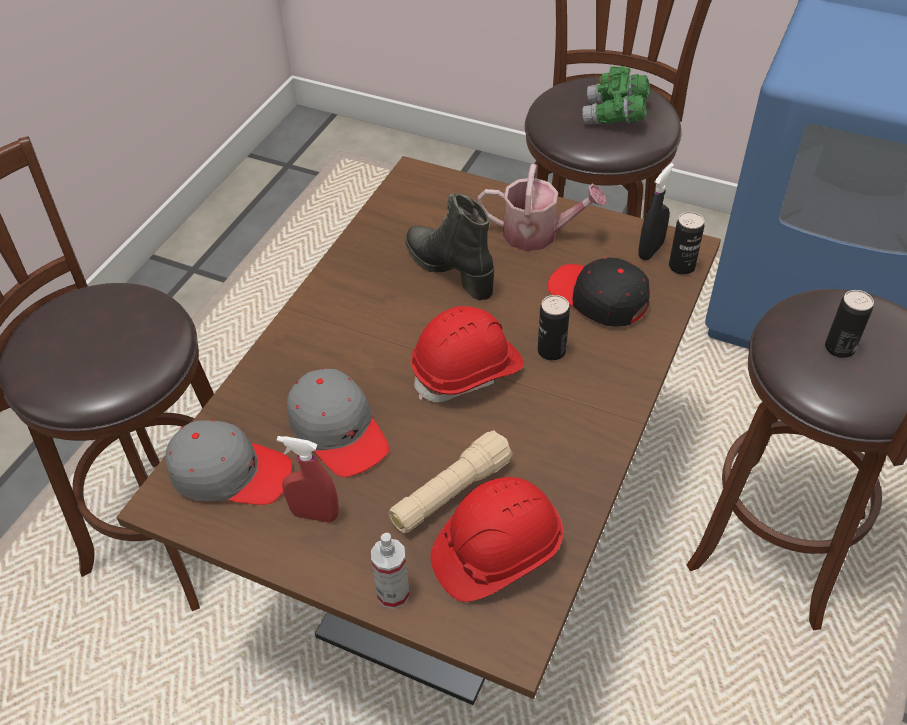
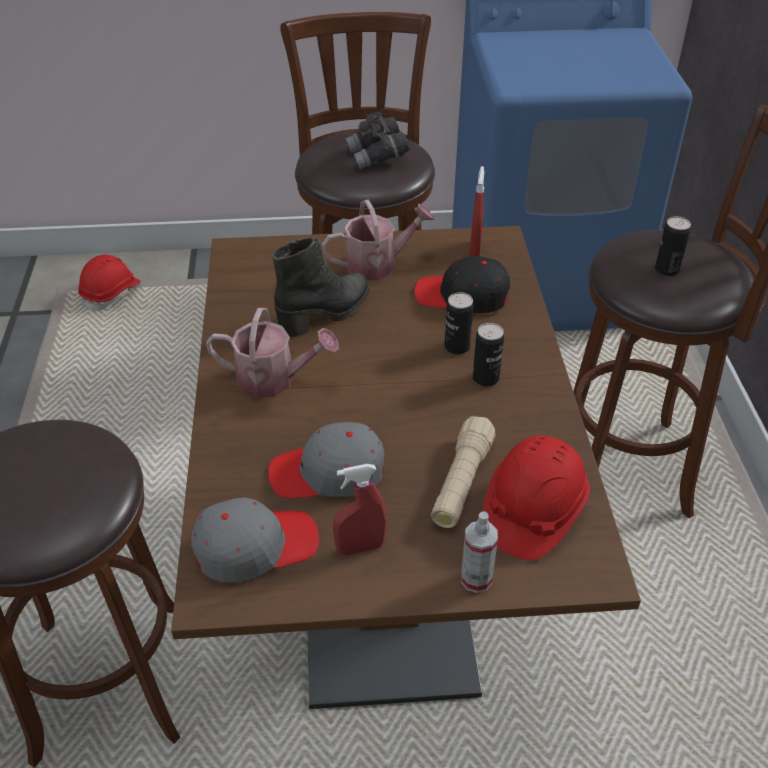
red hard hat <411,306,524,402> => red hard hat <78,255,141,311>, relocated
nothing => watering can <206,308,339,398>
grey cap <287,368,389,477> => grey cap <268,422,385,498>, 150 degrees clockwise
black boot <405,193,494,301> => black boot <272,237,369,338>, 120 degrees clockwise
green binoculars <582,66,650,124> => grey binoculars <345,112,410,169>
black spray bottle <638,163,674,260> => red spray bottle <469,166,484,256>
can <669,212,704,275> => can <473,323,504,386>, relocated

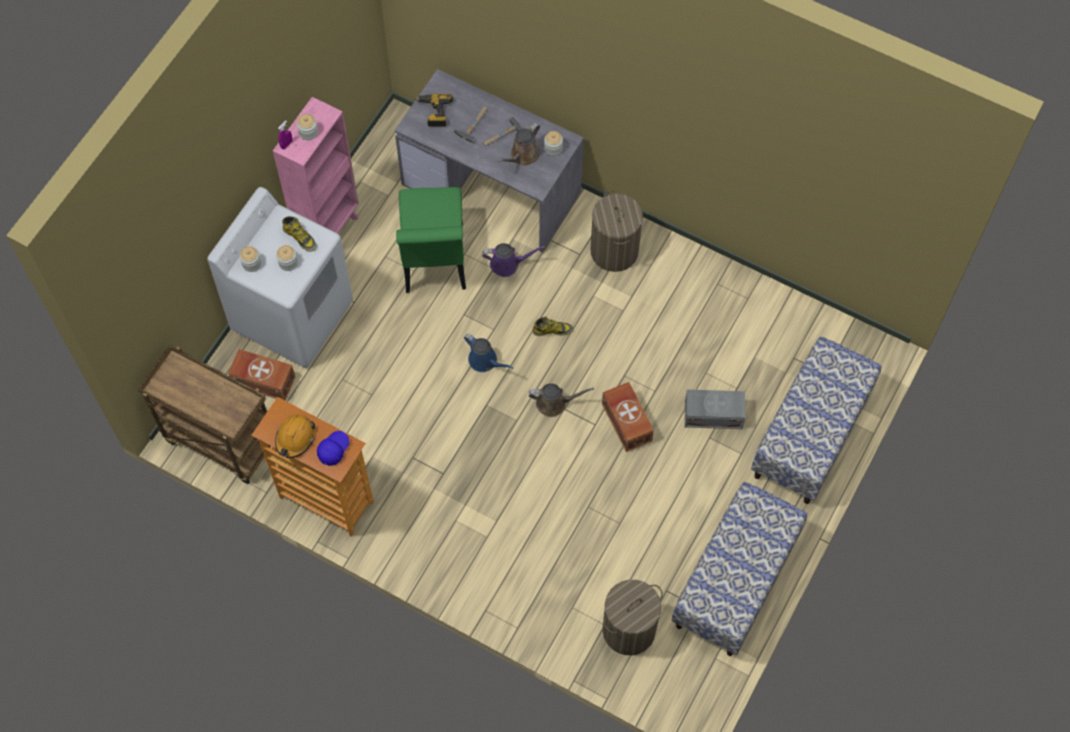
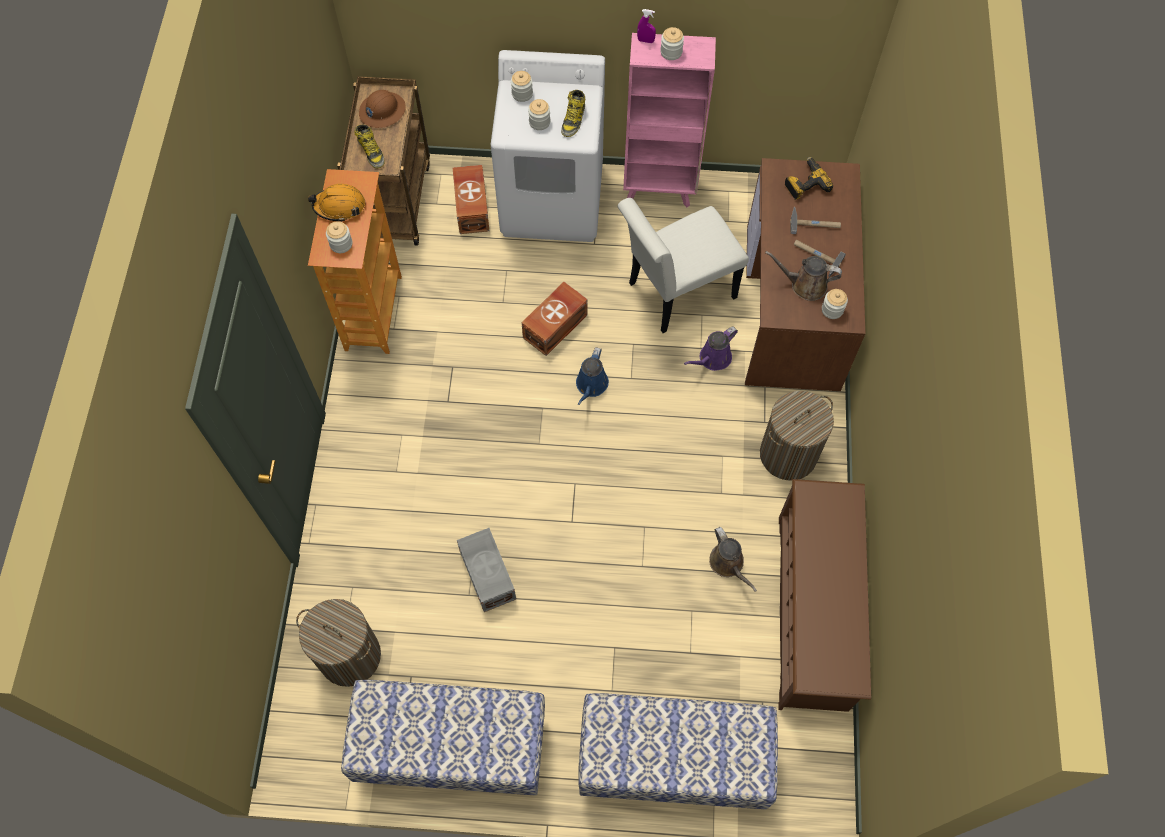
blue cap <317,431,350,466> => jar <326,221,352,253>
boot <532,316,573,336> => boot <354,124,385,168>, relocated
nothing => brown hard hat <359,90,406,128>
grey storage box <685,389,745,429> => grey storage box <457,528,516,612>, relocated
brown storage box <602,382,654,452> => brown storage box <522,282,588,356>, relocated
green chair <396,187,466,293> => white chair <617,198,749,333>
purple watering can <482,243,545,277> => purple watering can <684,326,738,371>, 75 degrees clockwise
brown watering can <529,383,594,417> => brown watering can <709,527,757,592>, relocated
grey desk <395,69,584,253> => brown desk <745,158,866,391>
nothing => brown shoe rack <778,479,871,712>

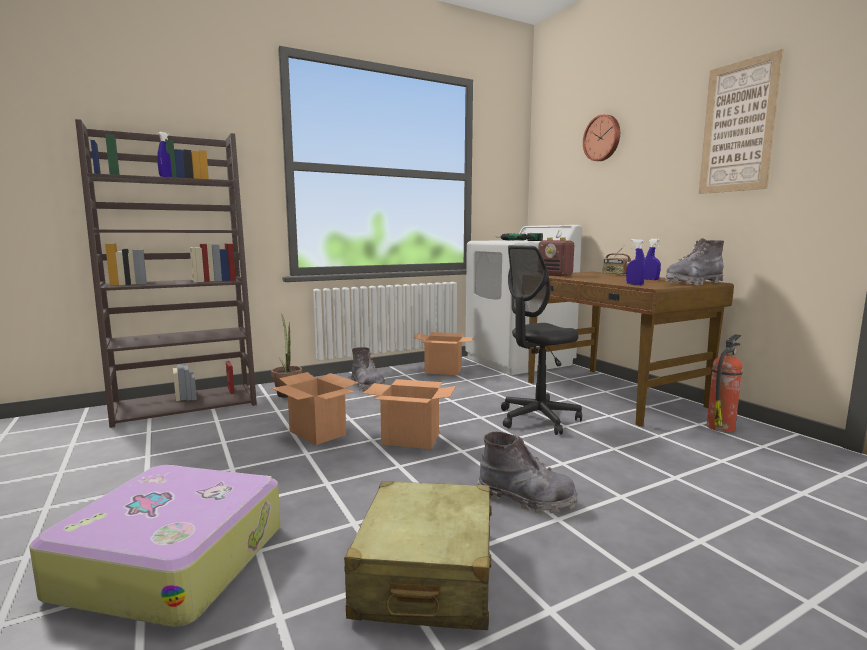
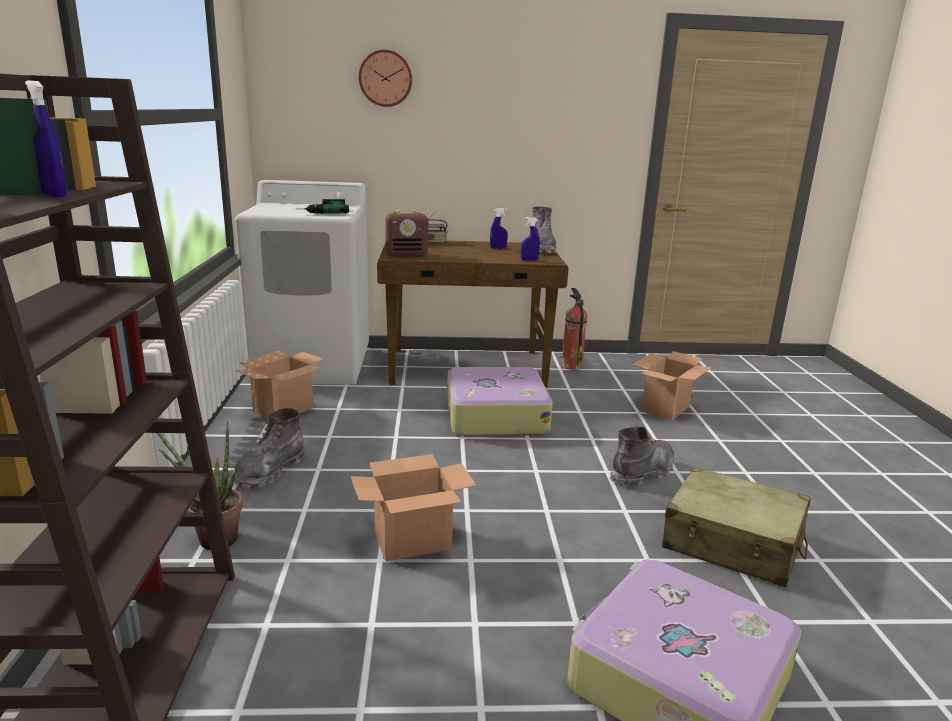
grey boot <352,347,386,391> => grey boot <234,408,306,488>, 120 degrees clockwise
black office chair <501,245,582,435> => suitcase <447,367,553,436>
cardboard box <363,379,456,449> => cardboard box <632,351,712,421>, relocated
picture <699,49,784,194> => nothing

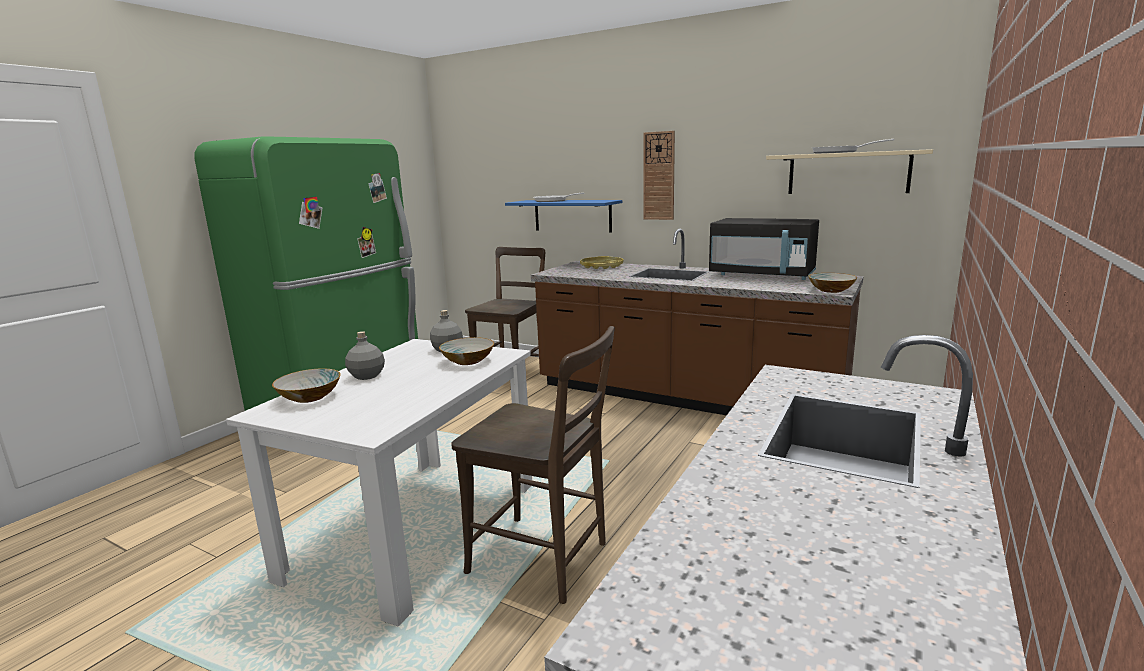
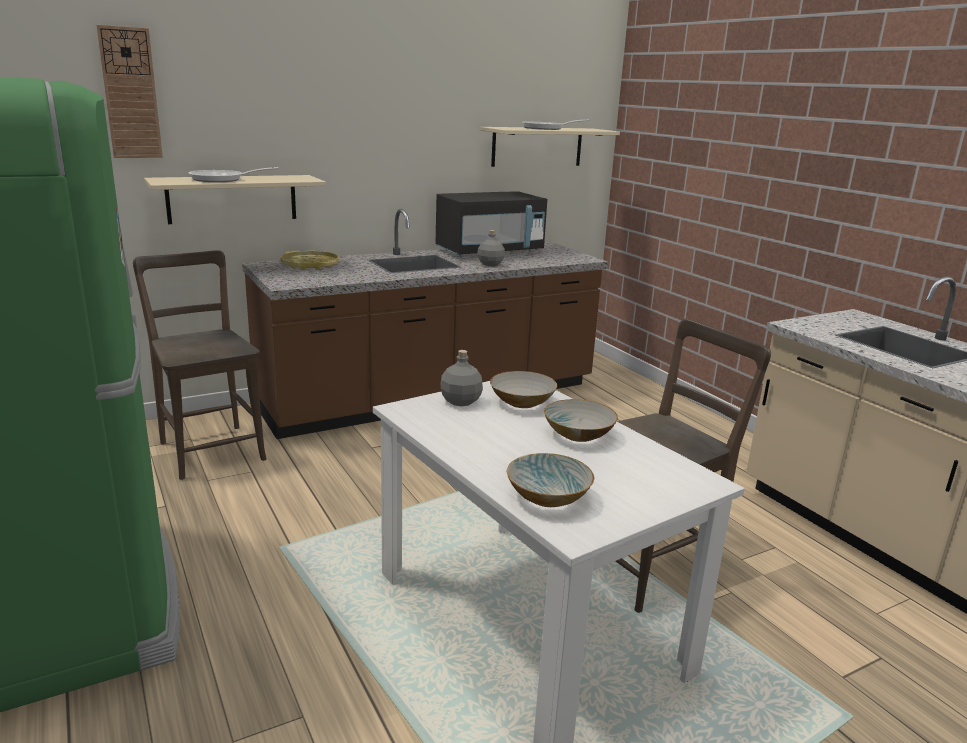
wall clock <643,131,675,220> => wall clock <97,25,163,158>, relocated
blue shelf <505,200,622,232> => beige shelf <144,175,326,224>
grey bottle <345,331,385,380> => grey bottle <477,230,505,266>, relocated
bowl <808,273,857,293> => bowl <544,399,618,442>, relocated

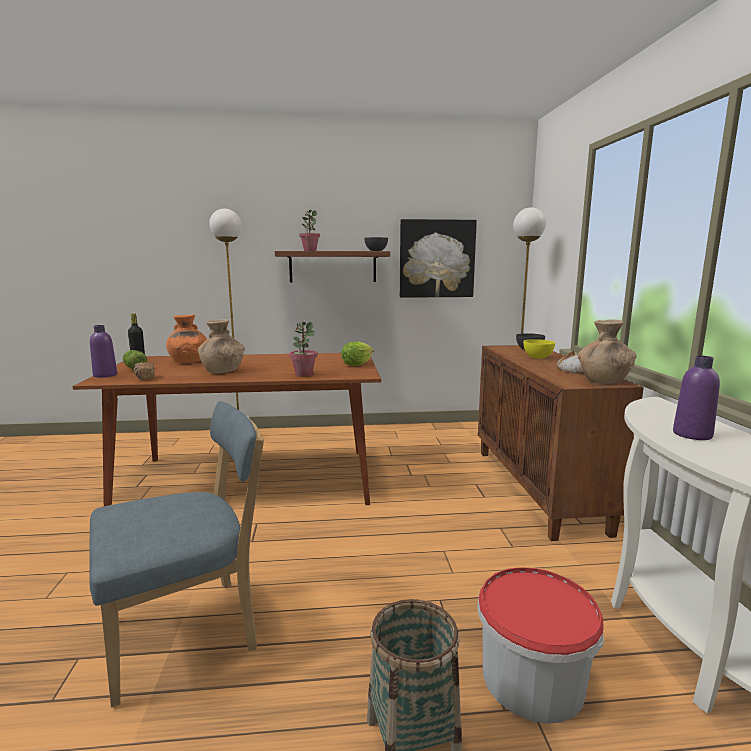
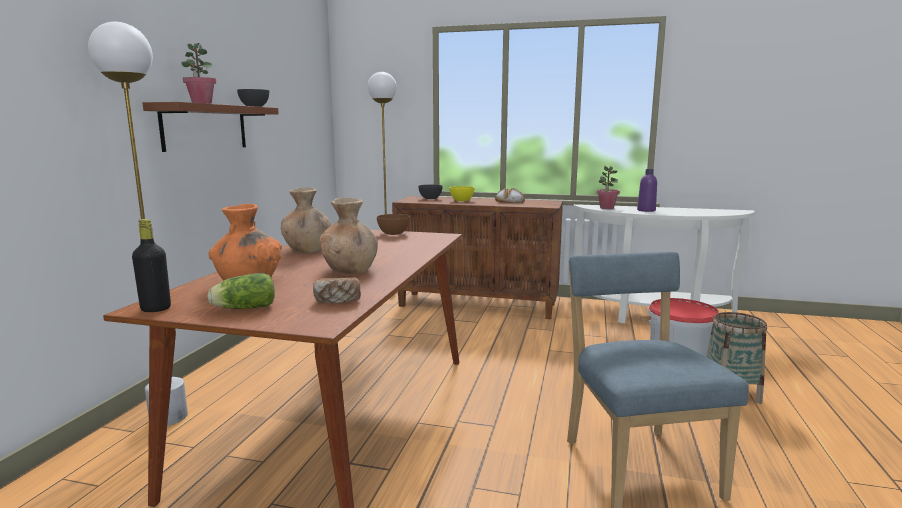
brown vase <578,320,637,384> => brown vase <281,187,331,253>, relocated
lettuce <341,342,374,366> => brown bowl <377,214,410,235>
potted plant <289,322,317,376> => potted plant <597,165,620,209>, relocated
purple bottle <90,325,117,378> => nothing
picture <400,219,477,298> => nothing

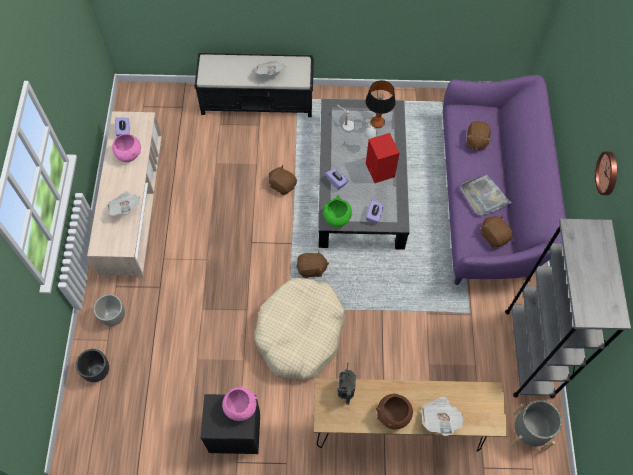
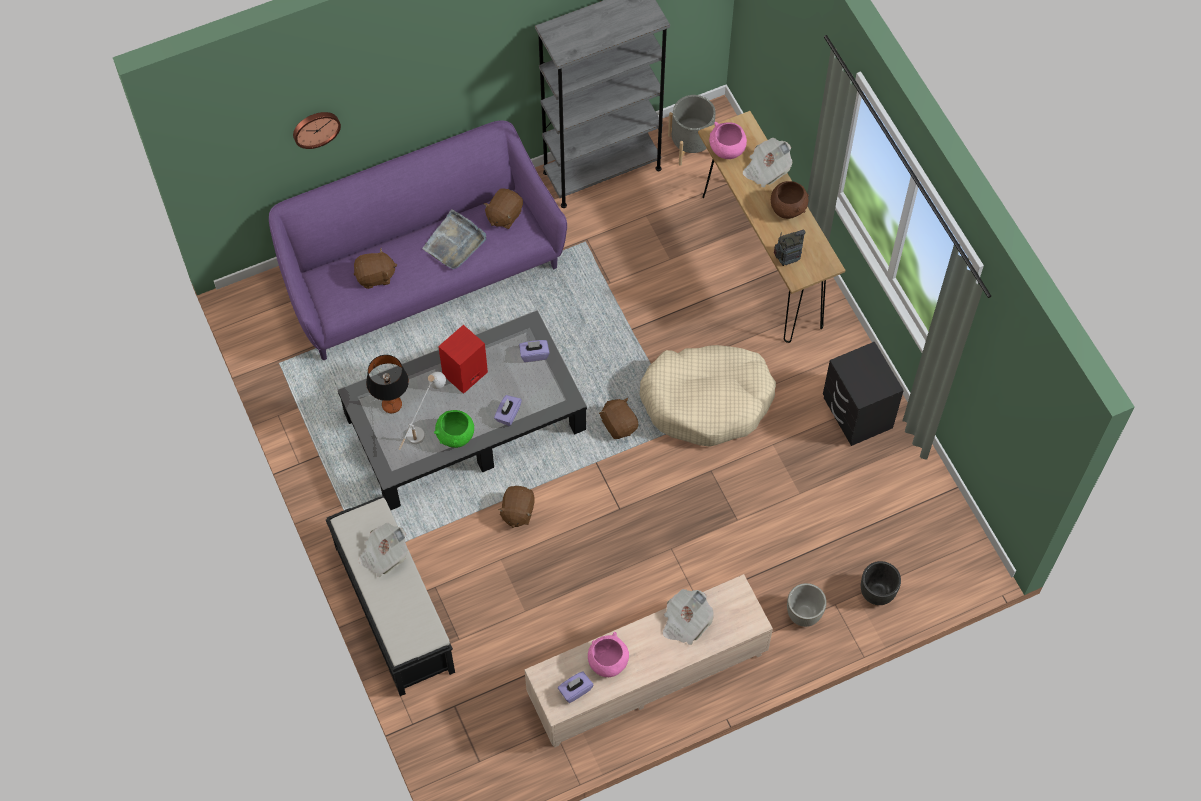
wall clock <595,152,617,195> => wall clock <293,112,341,149>, relocated
green bowl <323,195,352,227> => green bowl <434,410,474,448>, relocated
pink bowl <222,386,257,421> => pink bowl <709,122,747,159>, relocated

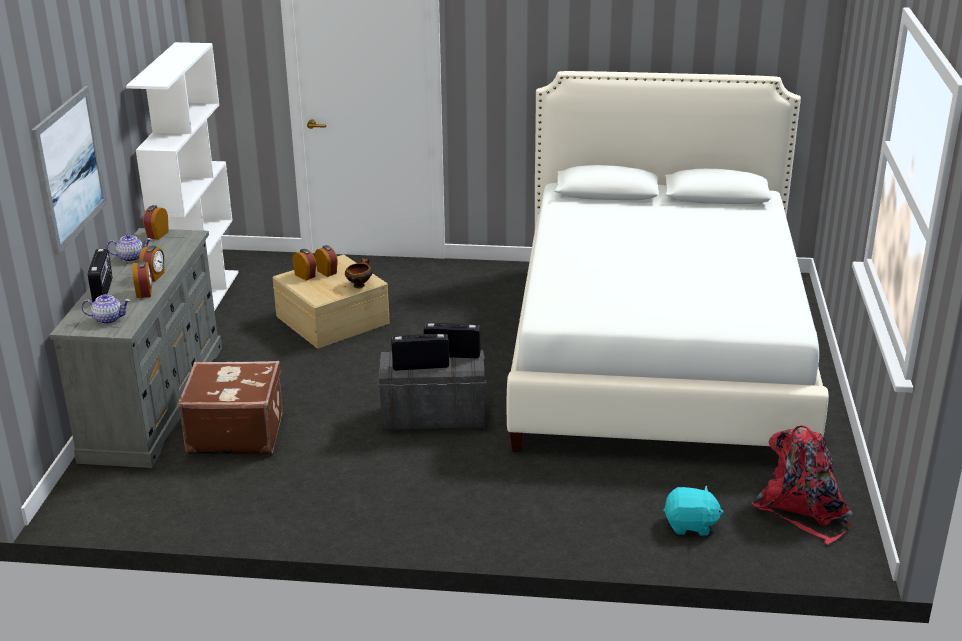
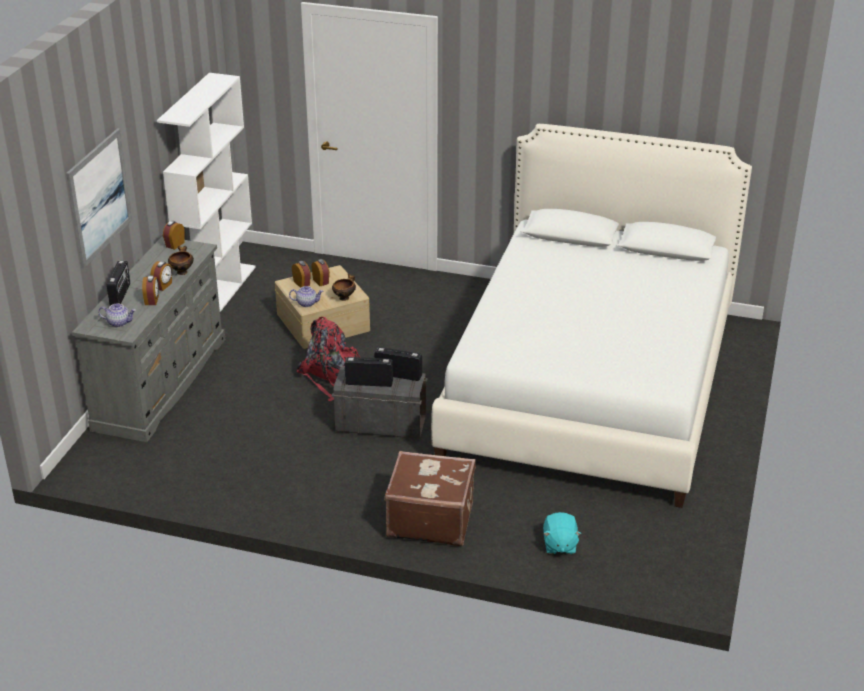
nothing => bowl <168,246,194,275>
teapot <107,234,151,262> => teapot <289,286,323,307>, relocated
red backpack <752,425,853,545> => red backpack <297,317,360,401>, relocated
brown suitcase <178,361,282,455> => brown suitcase <385,451,476,546>, relocated
turquoise plush toy <663,486,724,536> => turquoise plush toy <543,512,581,554>, 75 degrees clockwise

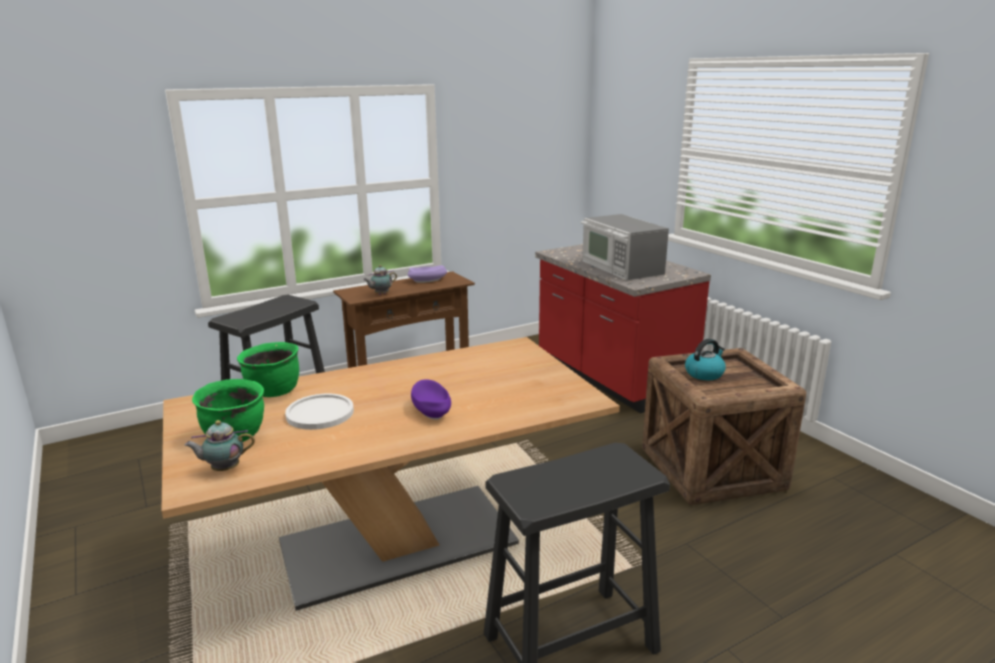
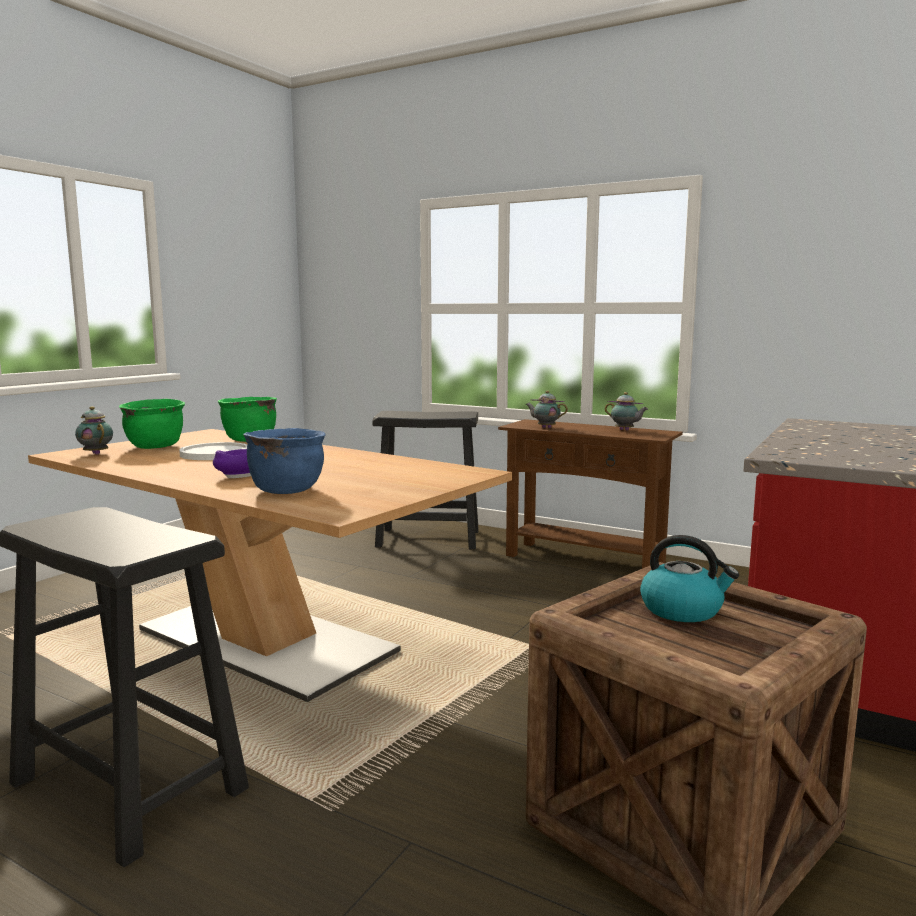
nothing => blue cooking pot <243,428,325,494>
purple bowl <408,265,447,283> => teapot <605,392,648,431>
microwave <581,214,669,281> => nothing

